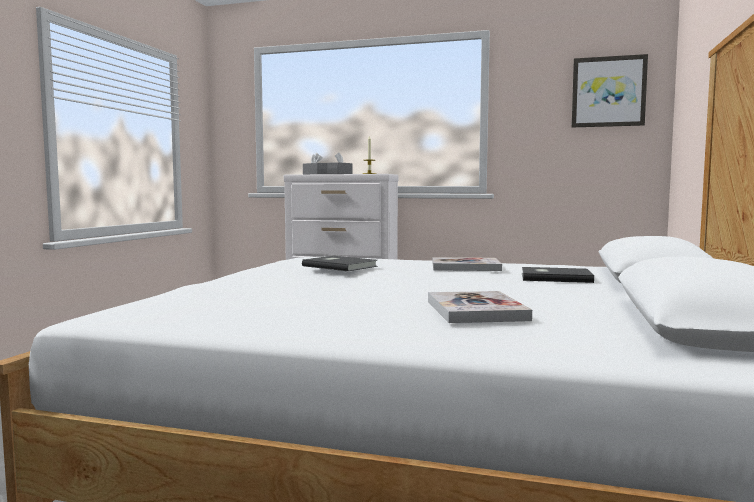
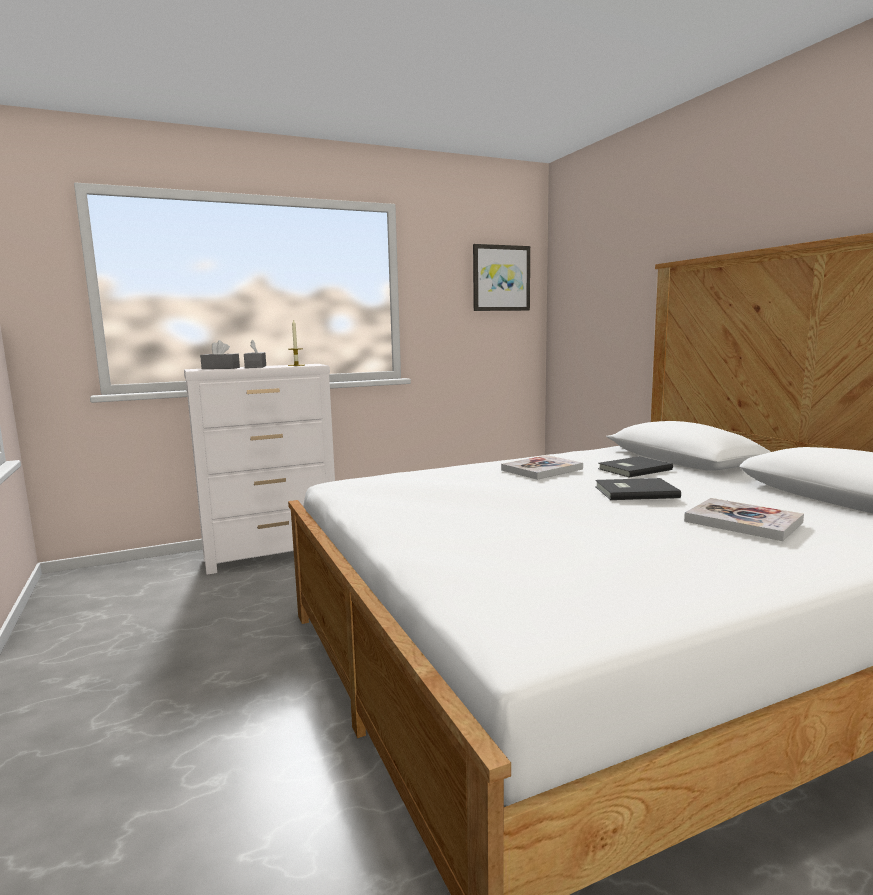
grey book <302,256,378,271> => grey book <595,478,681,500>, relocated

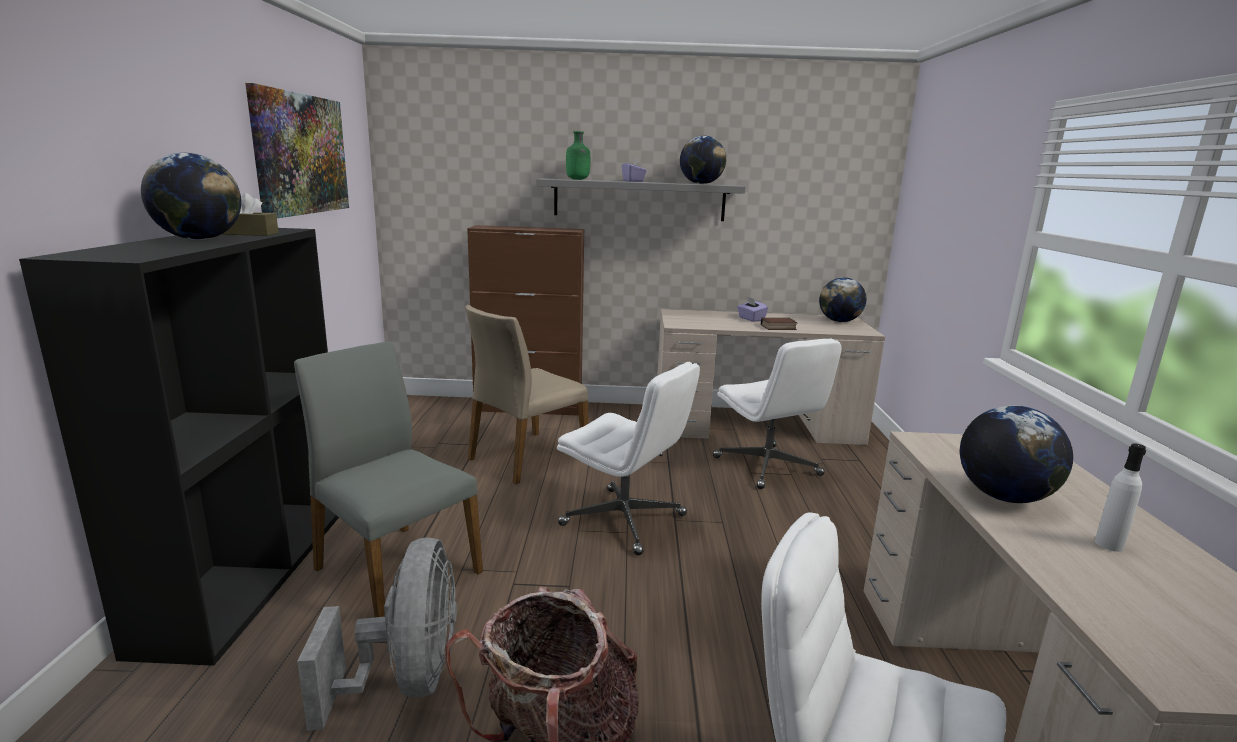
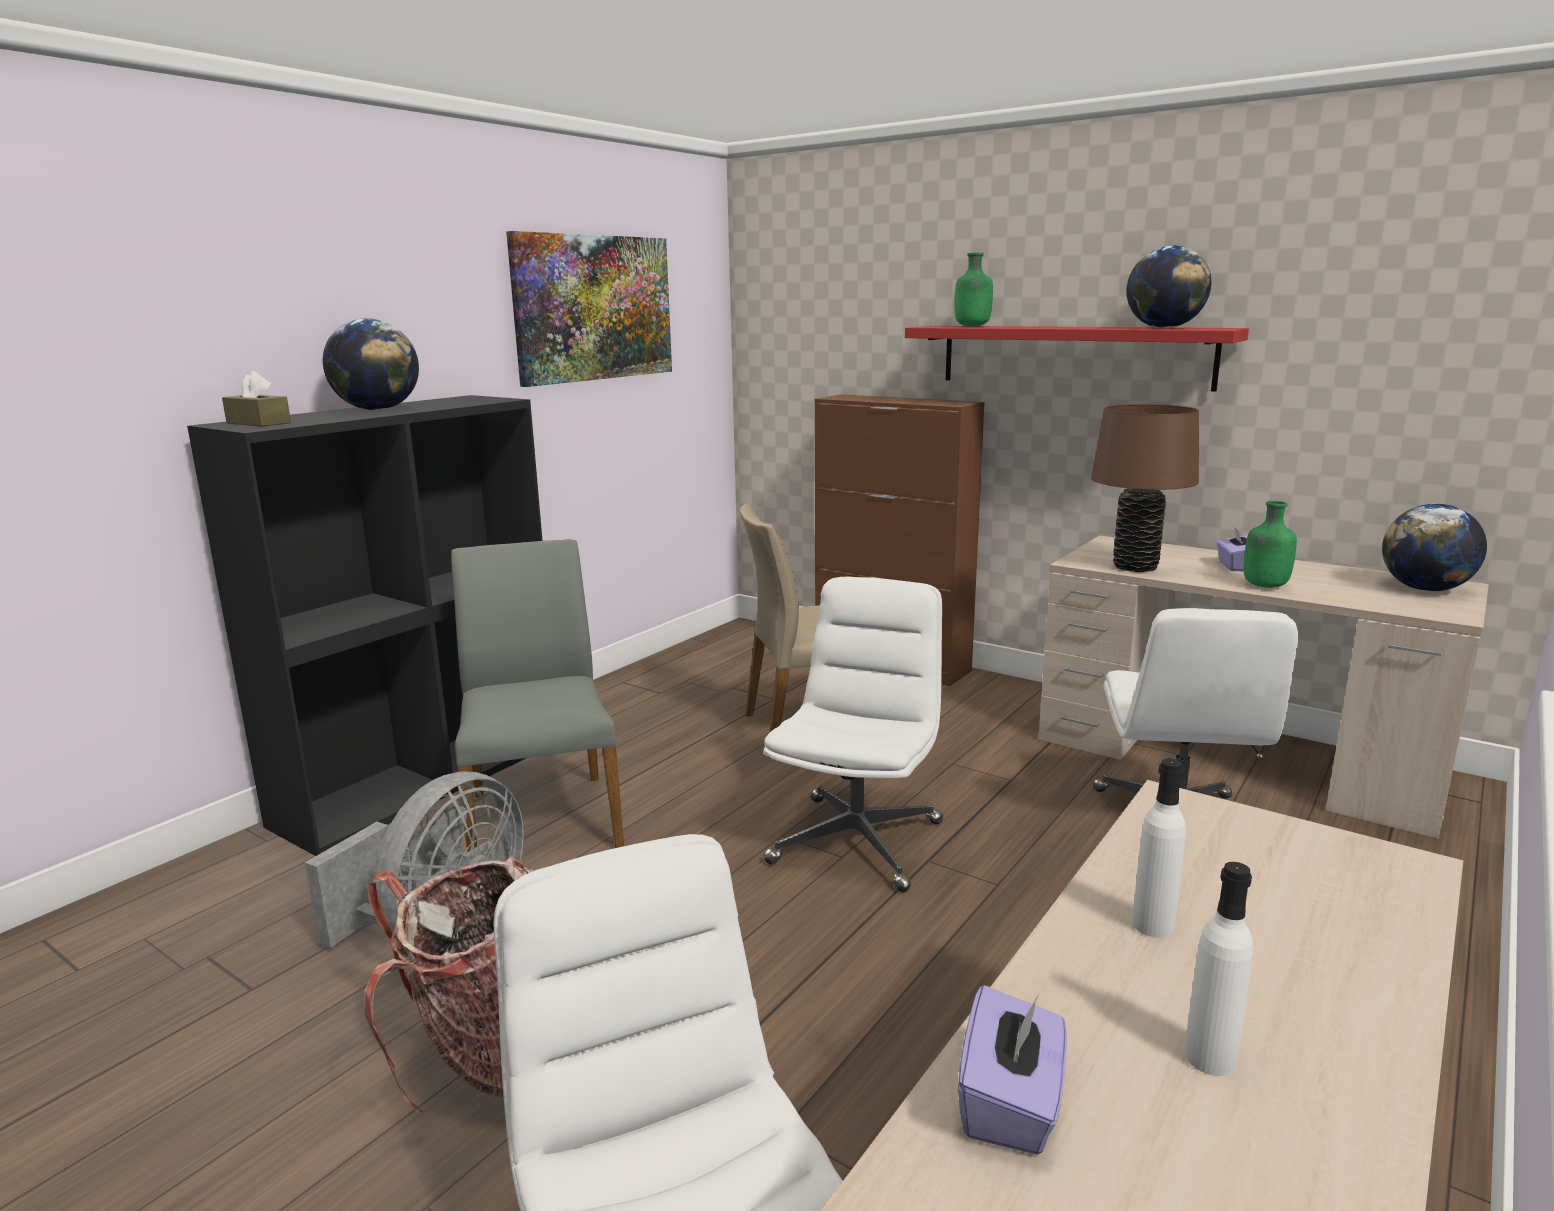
brown tissue box <221,193,279,236> => brown tissue box <222,371,291,427>, relocated
white office chair <557,362,700,556> => white office chair <763,577,944,892>, 135 degrees counterclockwise
grey shelf <536,178,746,221> => red shelf <905,326,1249,392>
purple tissue box <622,158,647,182> => purple tissue box <958,985,1067,1155>, relocated
nothing => brown table lamp <1091,404,1199,572>
globe <960,405,1073,503> => white bottle <1132,758,1186,938>
book <761,318,797,330> => green bottle <1243,501,1297,588>

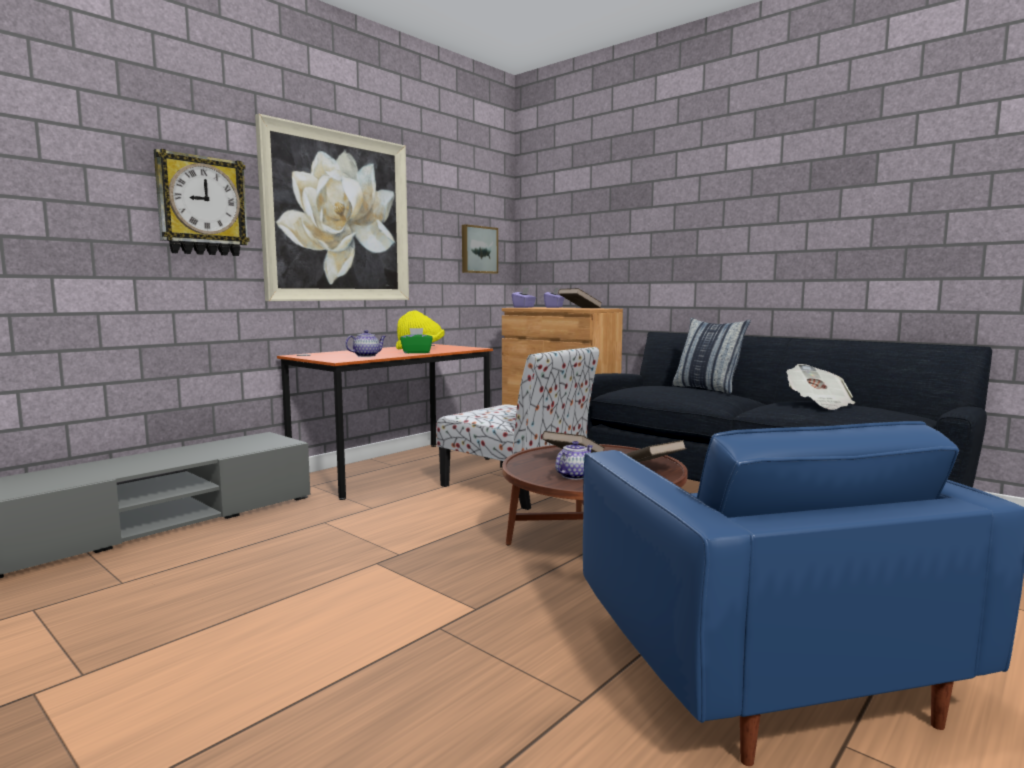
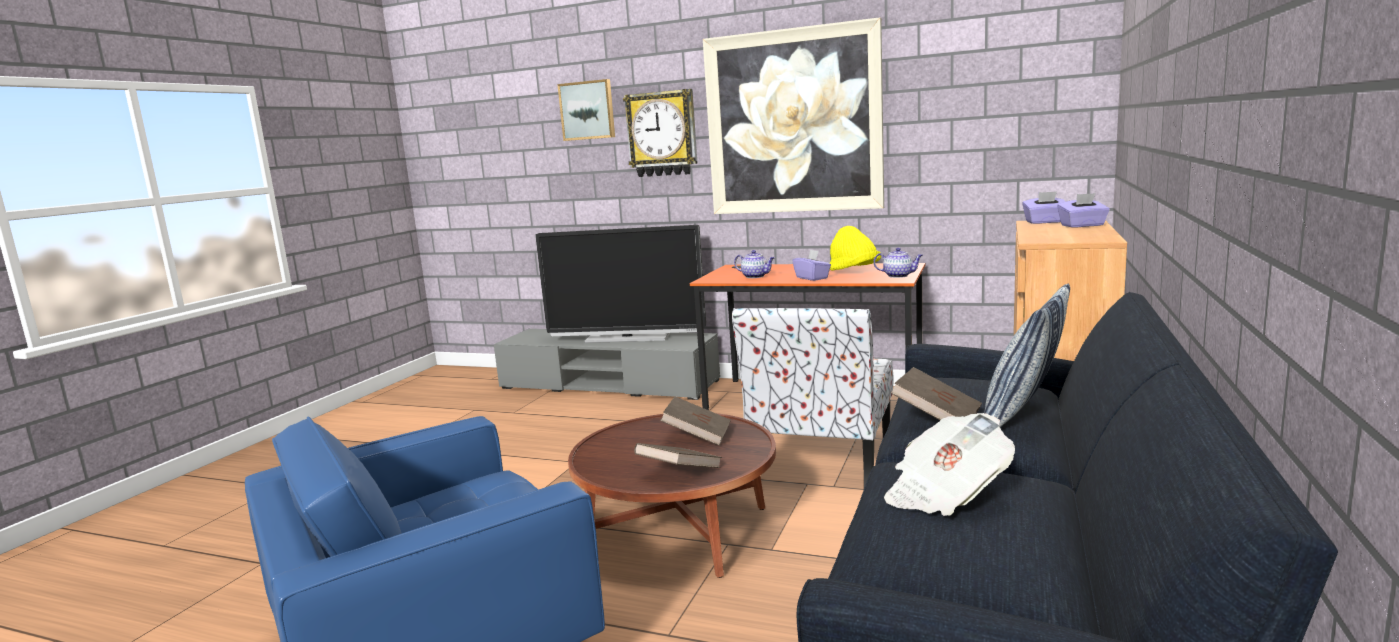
nothing => television <535,225,706,343>
picture <462,224,498,274> => picture <557,79,615,141>, relocated
green tissue box <400,328,433,353> => purple tissue box <793,249,831,281>
teapot <555,441,593,480> => teapot <873,248,923,278>, relocated
brown book <558,288,602,308> => brown book <890,367,982,420>, relocated

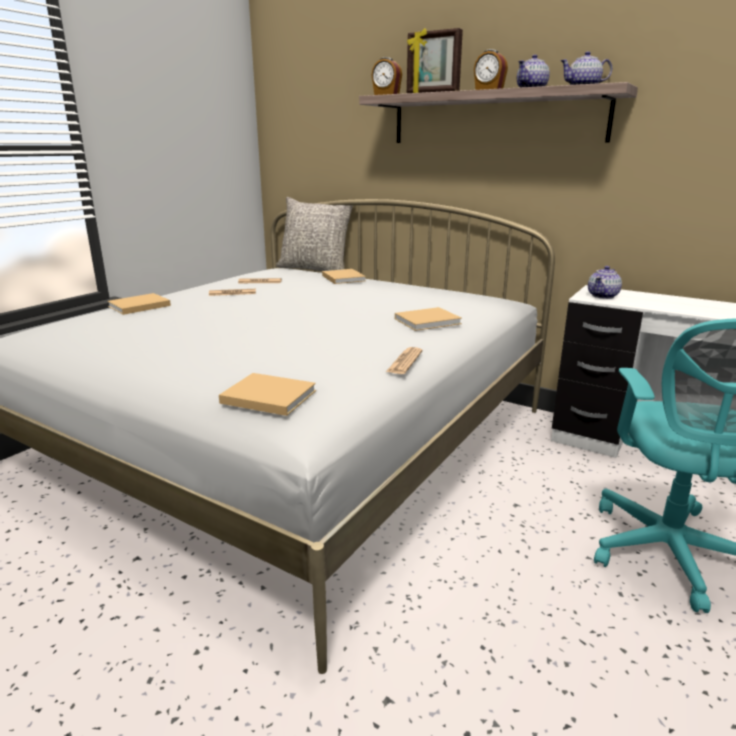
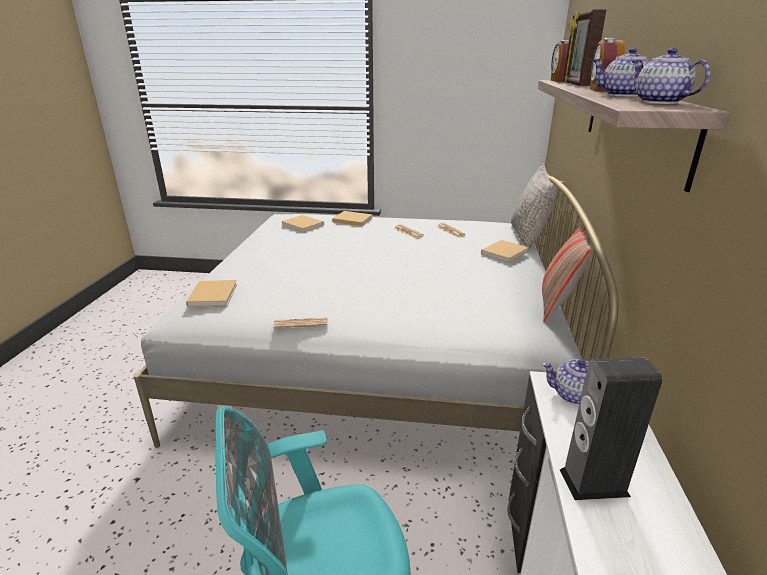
beige book <395,307,462,331> => beige book <281,215,324,233>, relocated
nothing => pillow <542,224,591,322>
nothing => speaker <560,357,663,500>

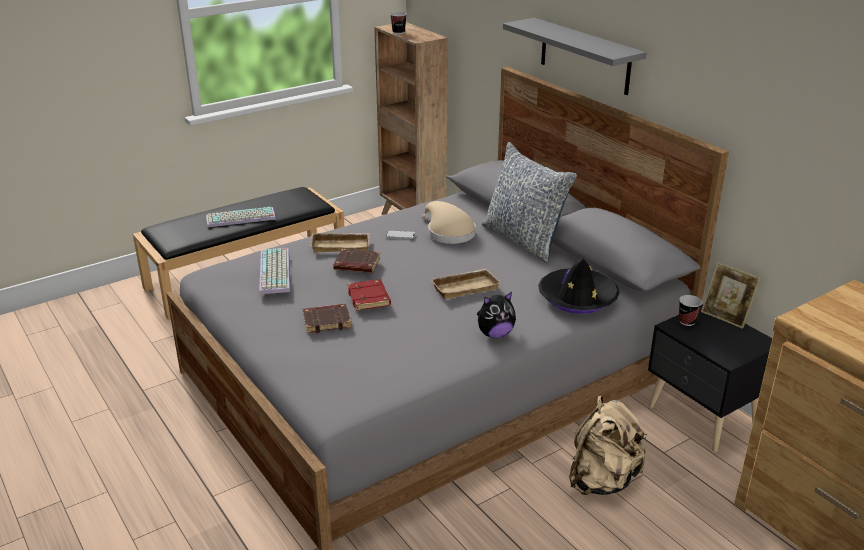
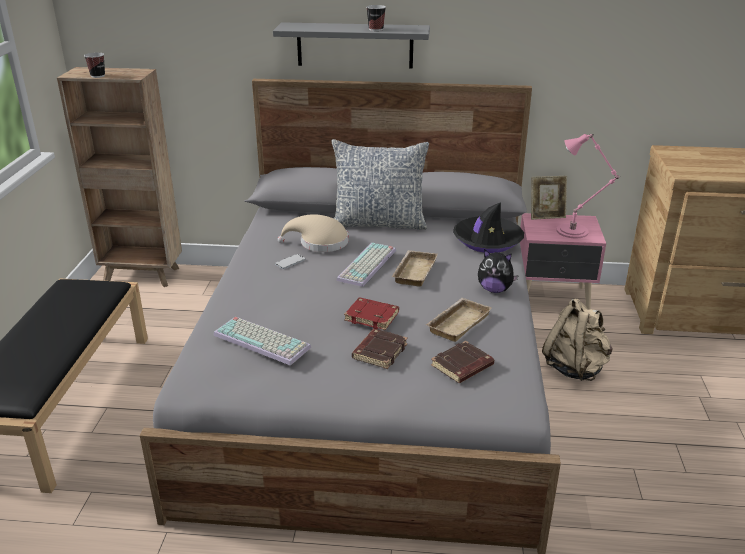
keyboard <206,207,276,228> => keyboard <336,243,396,287>, relocated
cup <679,295,702,326> => cup <366,5,386,31>, relocated
beige tray <310,233,370,252> => beige tray <426,298,491,342>, relocated
brown book <333,249,380,273> => brown book <431,341,494,383>, relocated
plush toy <477,292,516,338> => plush toy <478,249,519,293>, 90 degrees clockwise
black nightstand <648,304,772,452> => pink nightstand <520,213,606,310>
nothing => pink table lamp <556,134,620,238>

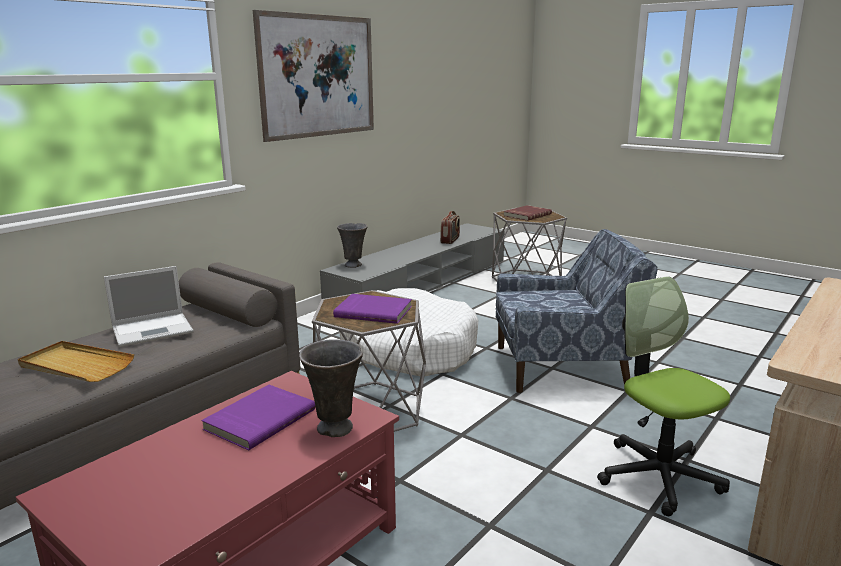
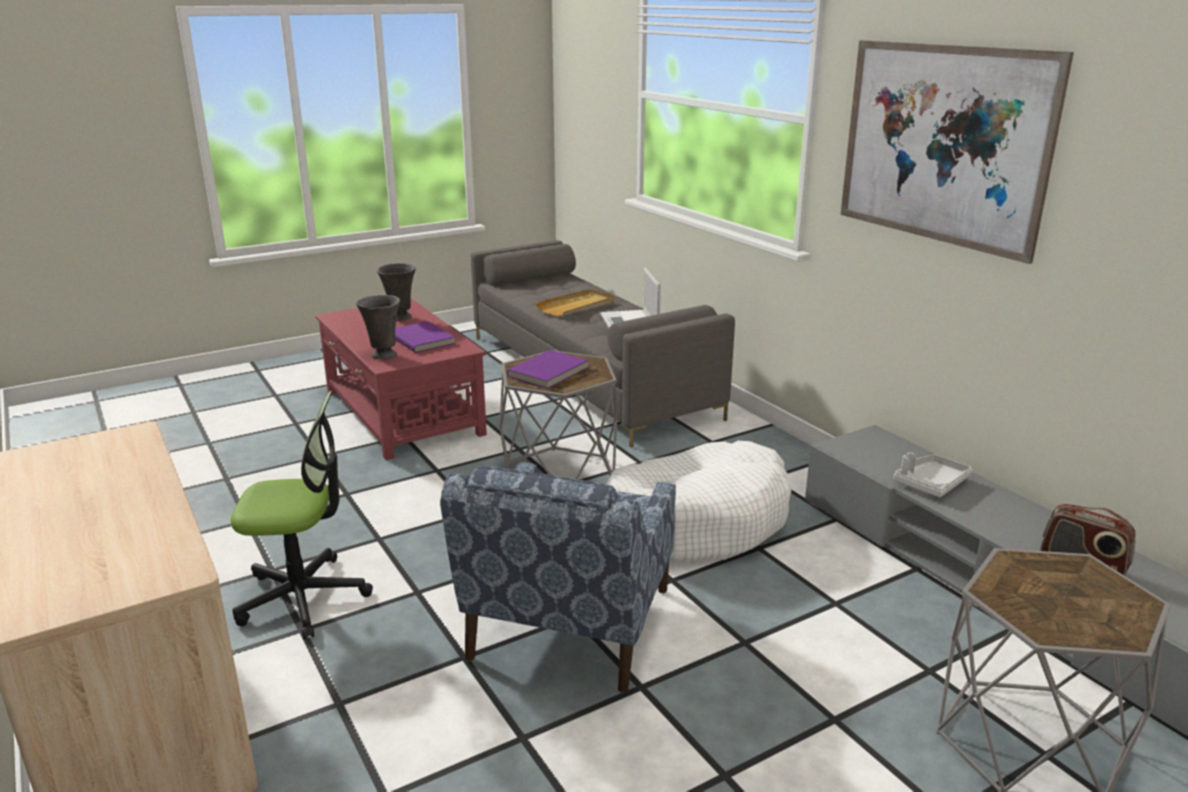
grey vase <337,223,368,268> => grey vase <377,263,416,321>, relocated
nothing => grey tray <893,452,972,497>
red book <504,205,552,221> => nothing

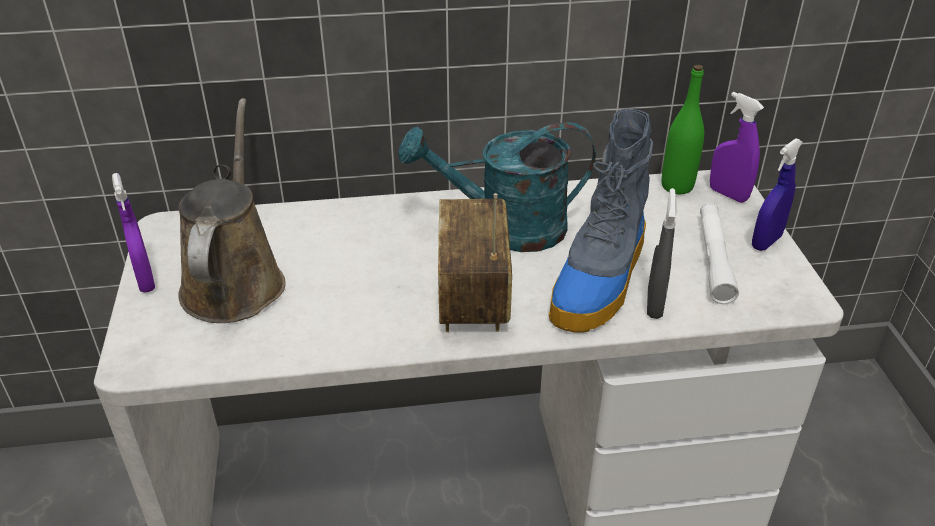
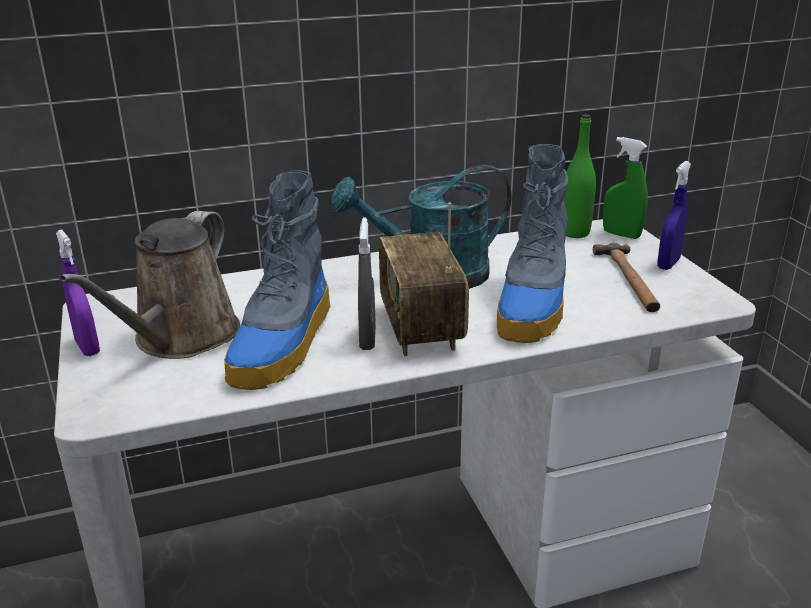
brown watering can <179,98,286,323> => brown watering can <59,211,240,359>, 150 degrees counterclockwise
nothing => boot <224,171,331,390>
grey spray bottle <647,188,677,319> => grey spray bottle <358,218,376,350>, relocated
white flashlight <700,203,739,304> => hammer <593,243,660,312>
purple spray bottle <710,92,764,203> => green spray bottle <603,137,648,239>

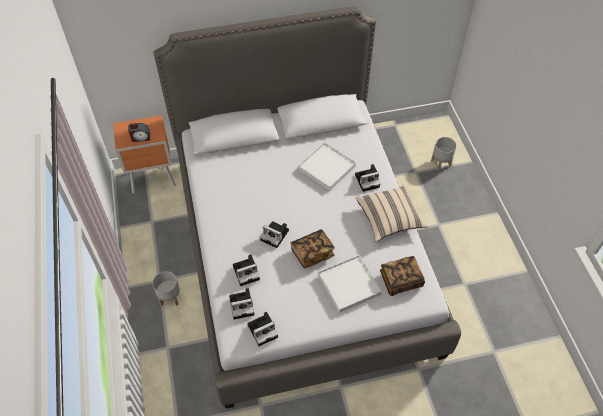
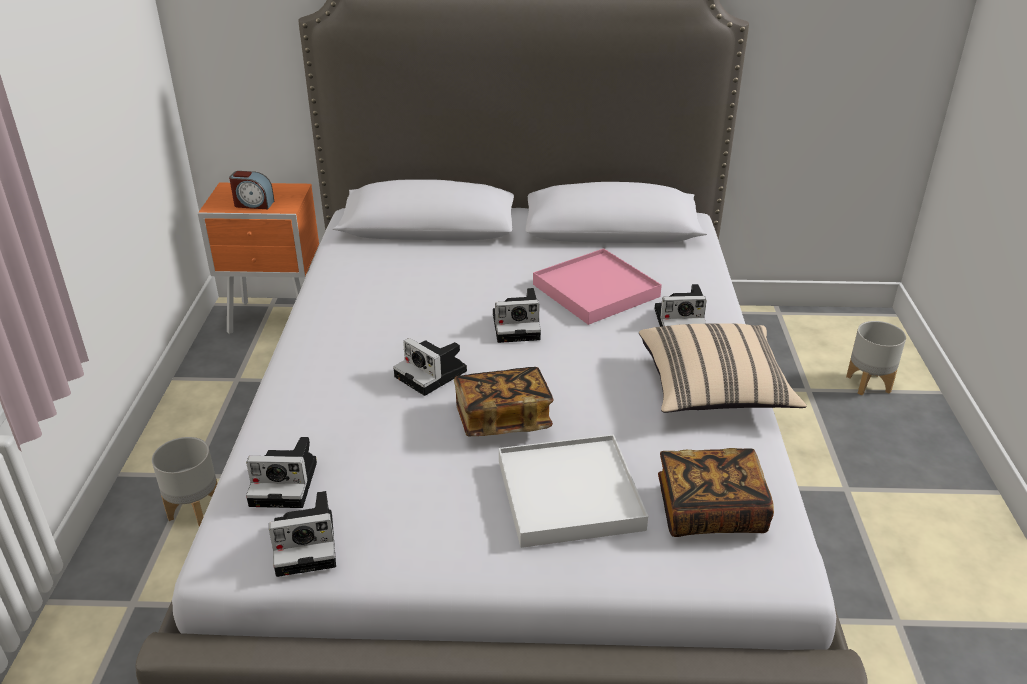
photo camera <233,254,260,286> => photo camera <493,288,541,343>, relocated
white tray <298,142,356,191> => pink tray <533,248,662,325>

